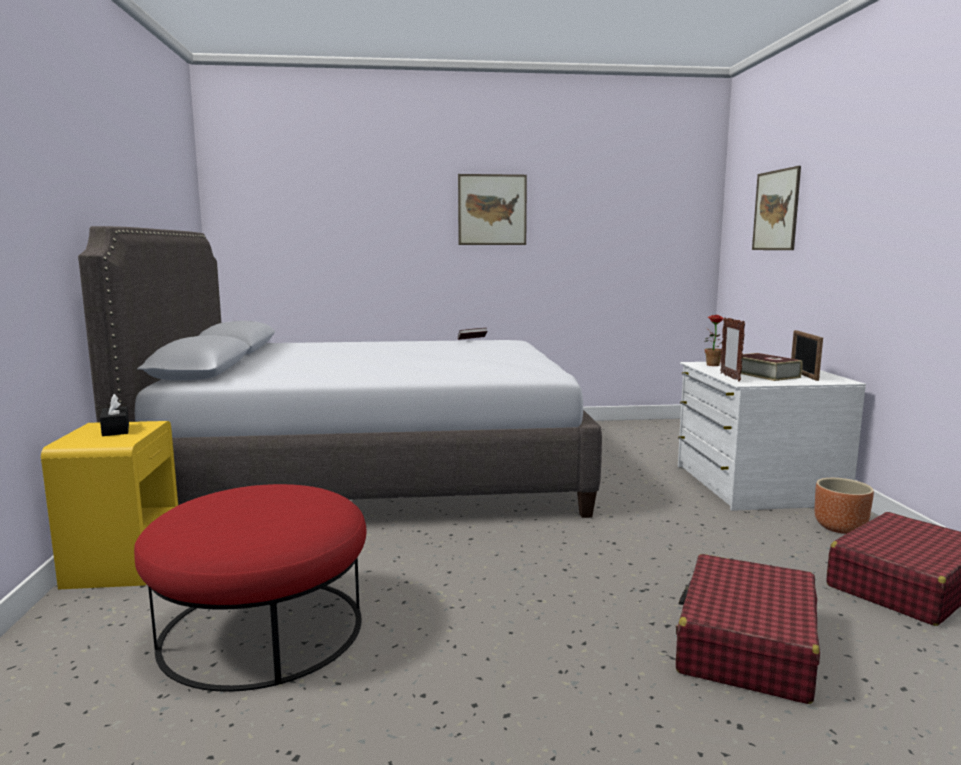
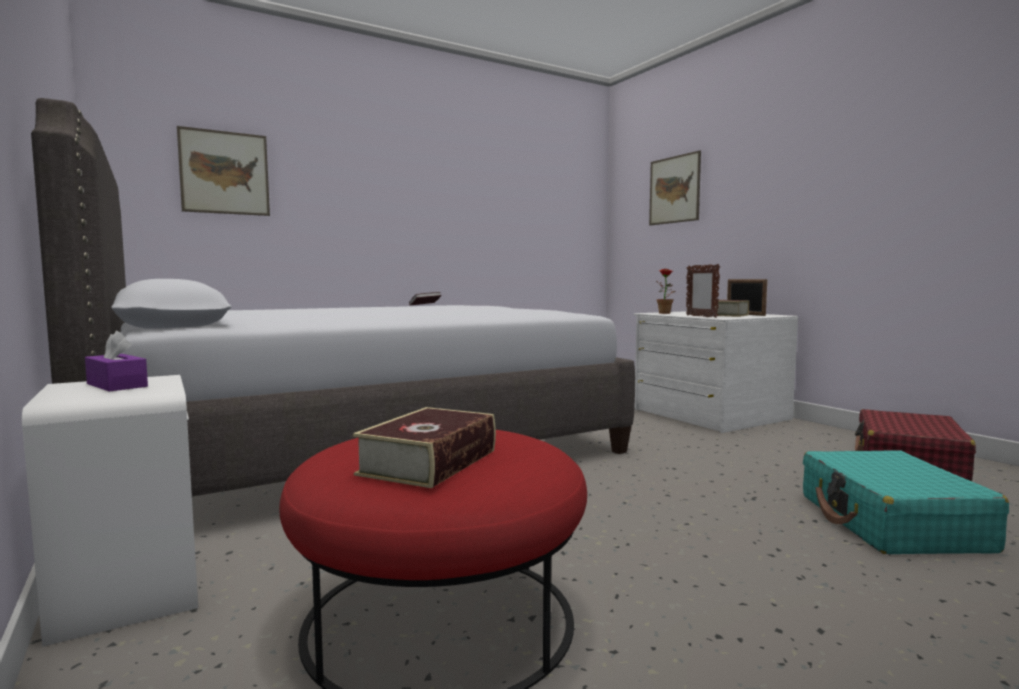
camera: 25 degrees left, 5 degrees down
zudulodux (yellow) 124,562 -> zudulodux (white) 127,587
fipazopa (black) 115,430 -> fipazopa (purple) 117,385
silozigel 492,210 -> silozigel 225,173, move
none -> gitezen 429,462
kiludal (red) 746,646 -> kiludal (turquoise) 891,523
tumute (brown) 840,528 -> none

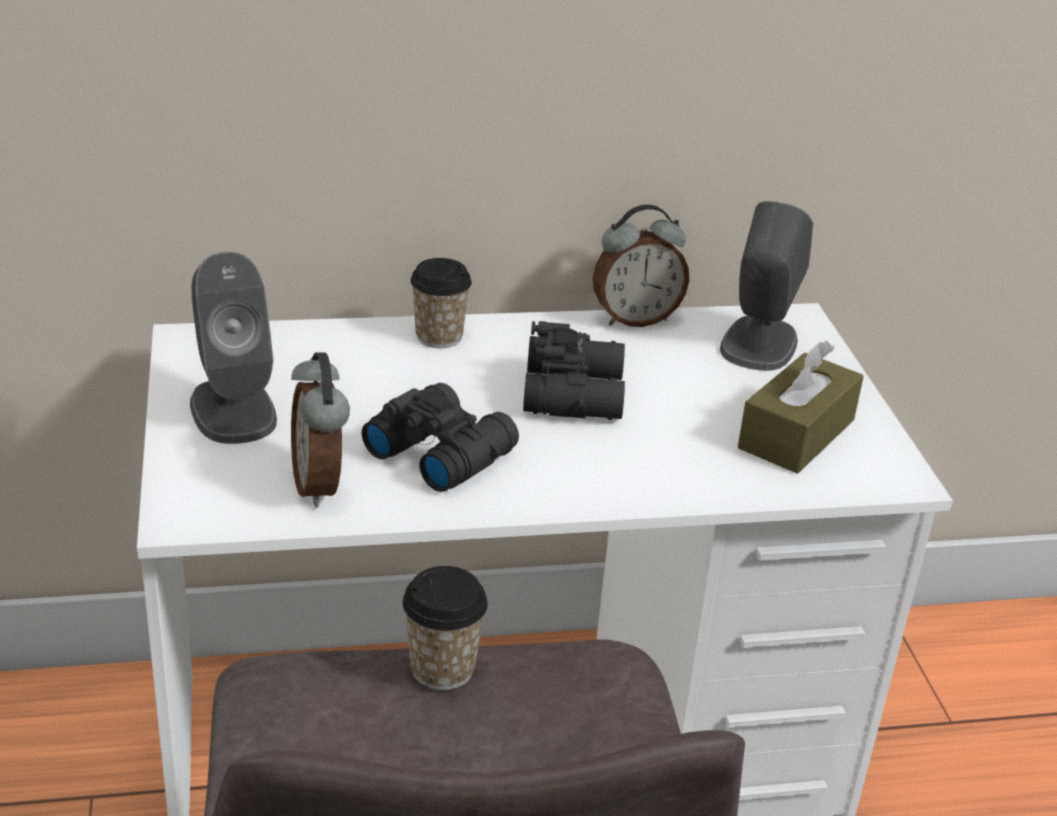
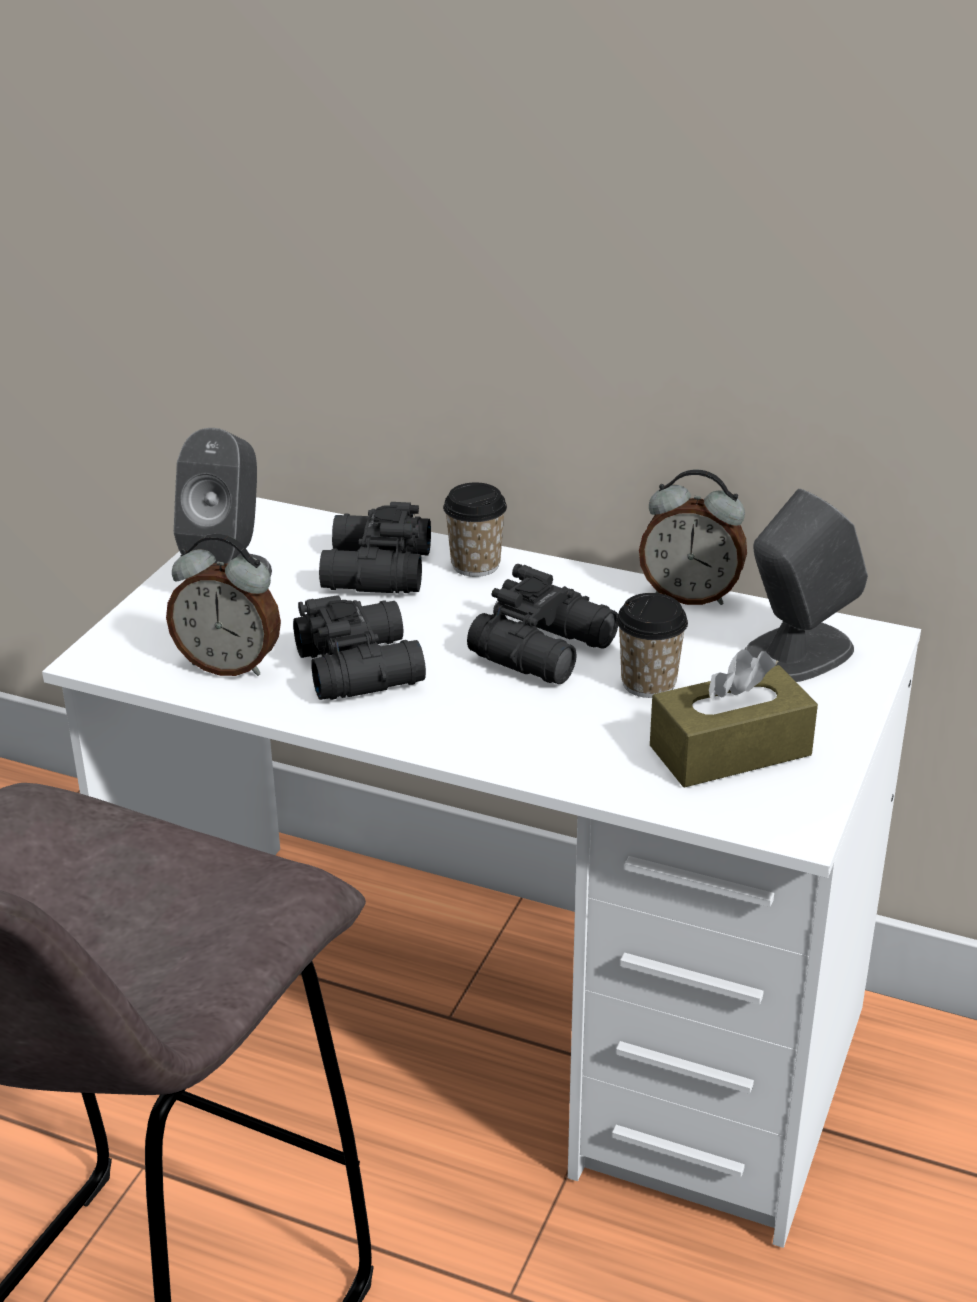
camera: 35 degrees right, 0 degrees up
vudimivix 320,485 -> vudimivix 230,665, 90 degrees counterclockwise
none -> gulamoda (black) 373,571
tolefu 442,668 -> tolefu 648,683, move

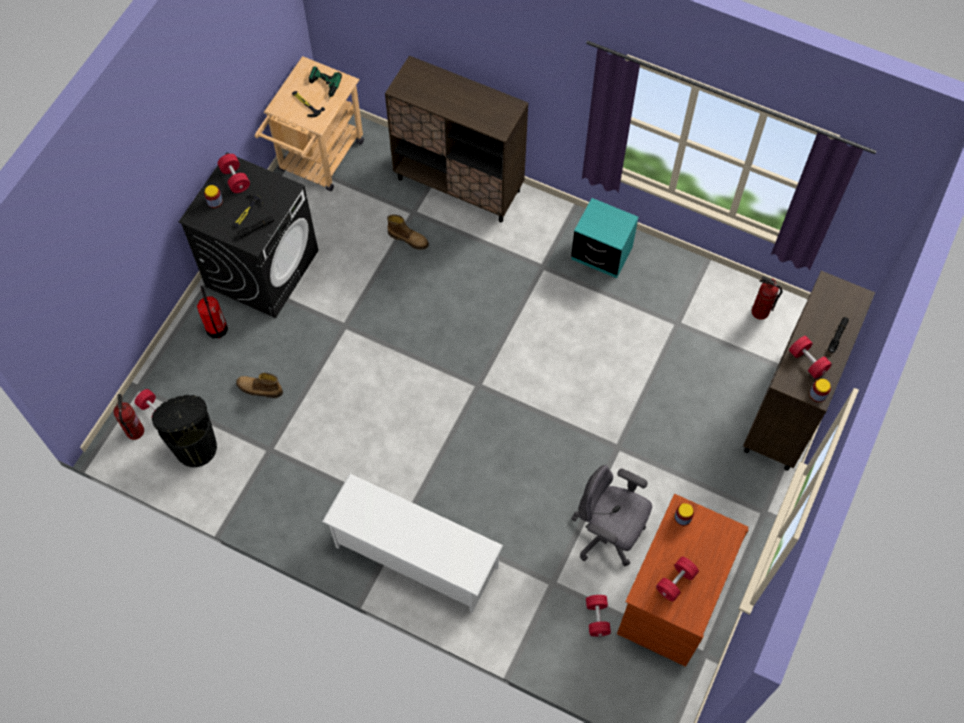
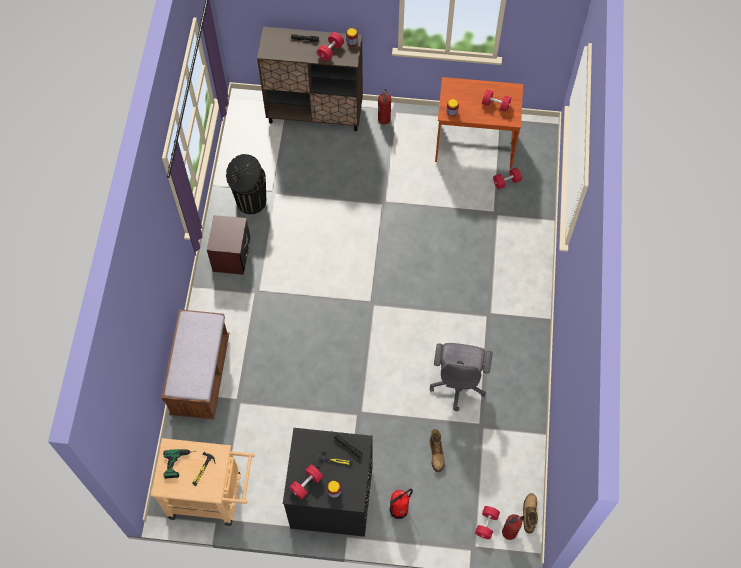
camera: 110 degrees left, 0 degrees up
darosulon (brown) 459,185 -> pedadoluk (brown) 200,375
zudulodux (turquoise) 601,254 -> zudulodux (brown) 231,256
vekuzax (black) 195,446 -> vekuzax (black) 250,202, move
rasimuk 759,312 -> rasimuk 384,119, move
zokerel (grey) 608,534 -> zokerel (grey) 458,383, move
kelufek 408,238 -> kelufek 529,513, move
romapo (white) 415,557 -> none

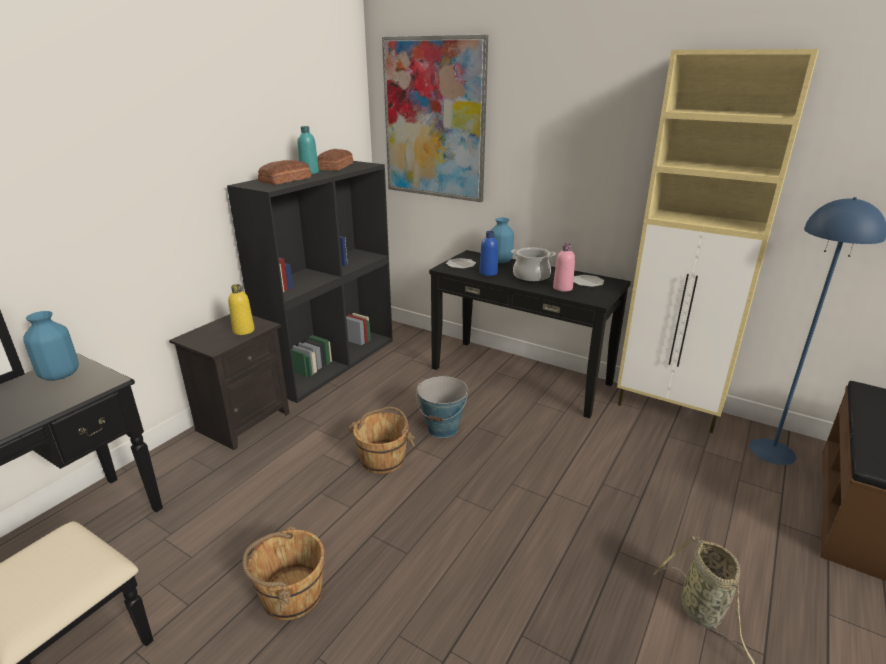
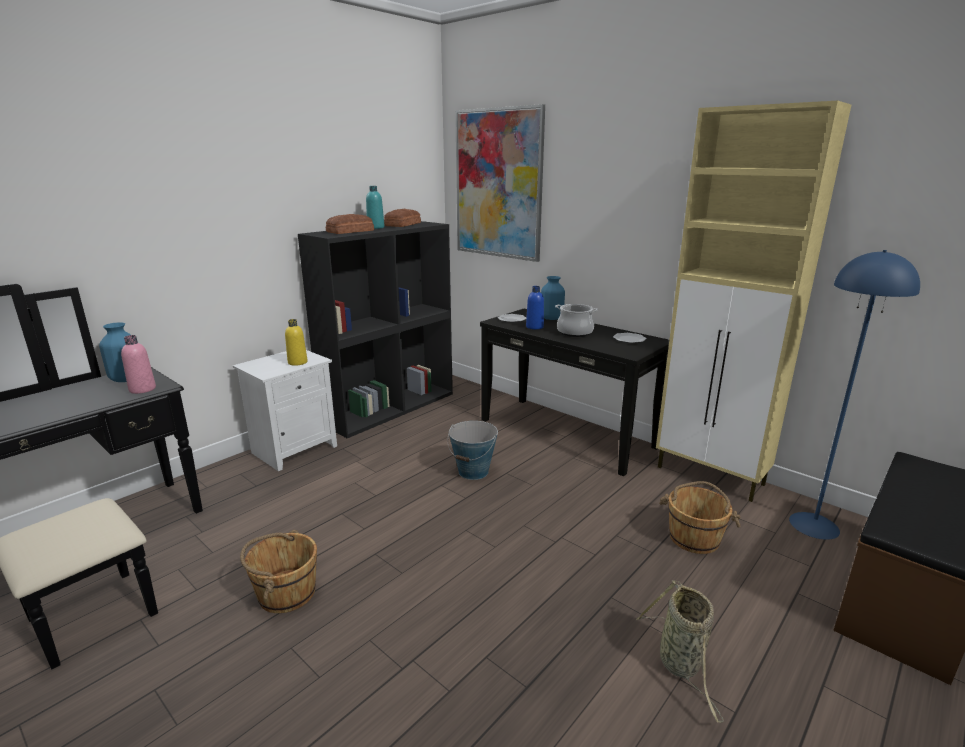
camera: 10 degrees right, 5 degrees down
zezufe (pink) 562,288 -> zezufe (pink) 142,389, move
zudulodux (black) 243,421 -> zudulodux (white) 295,448
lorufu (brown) 383,458 -> lorufu (brown) 694,537, move

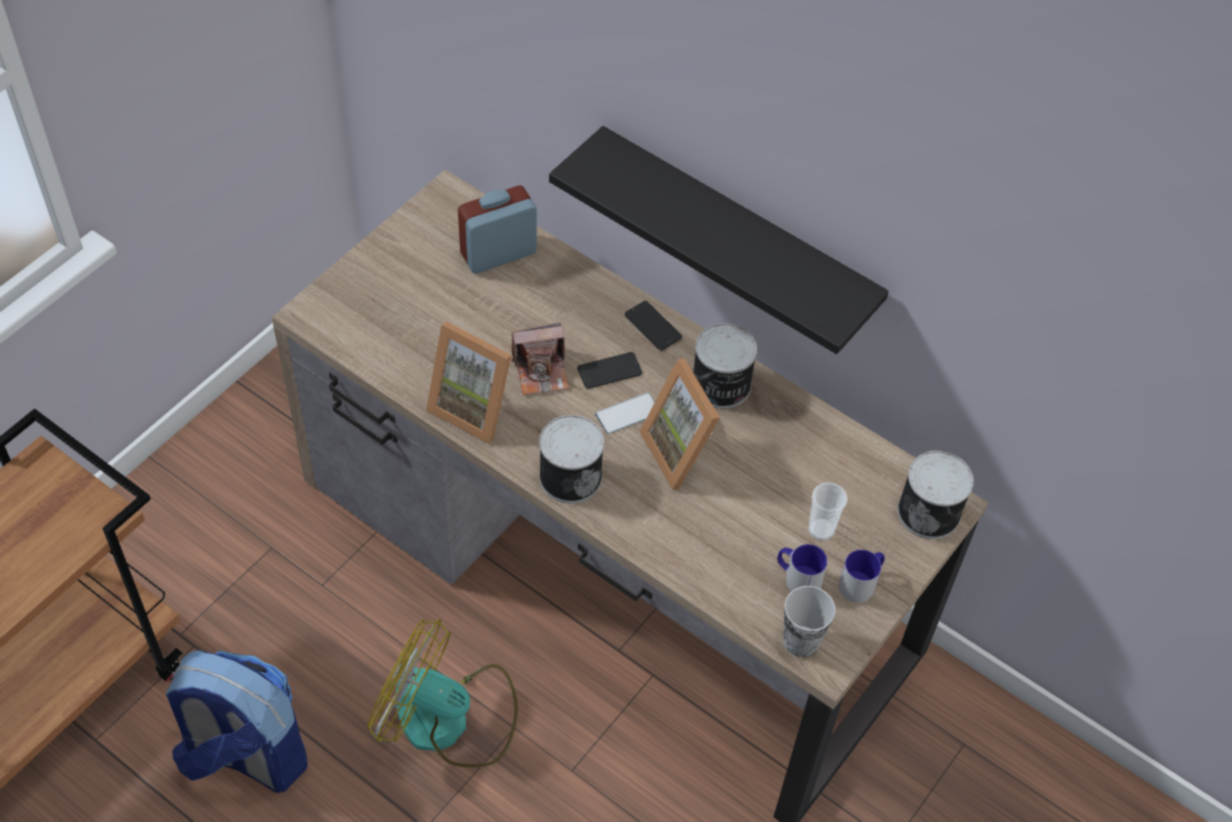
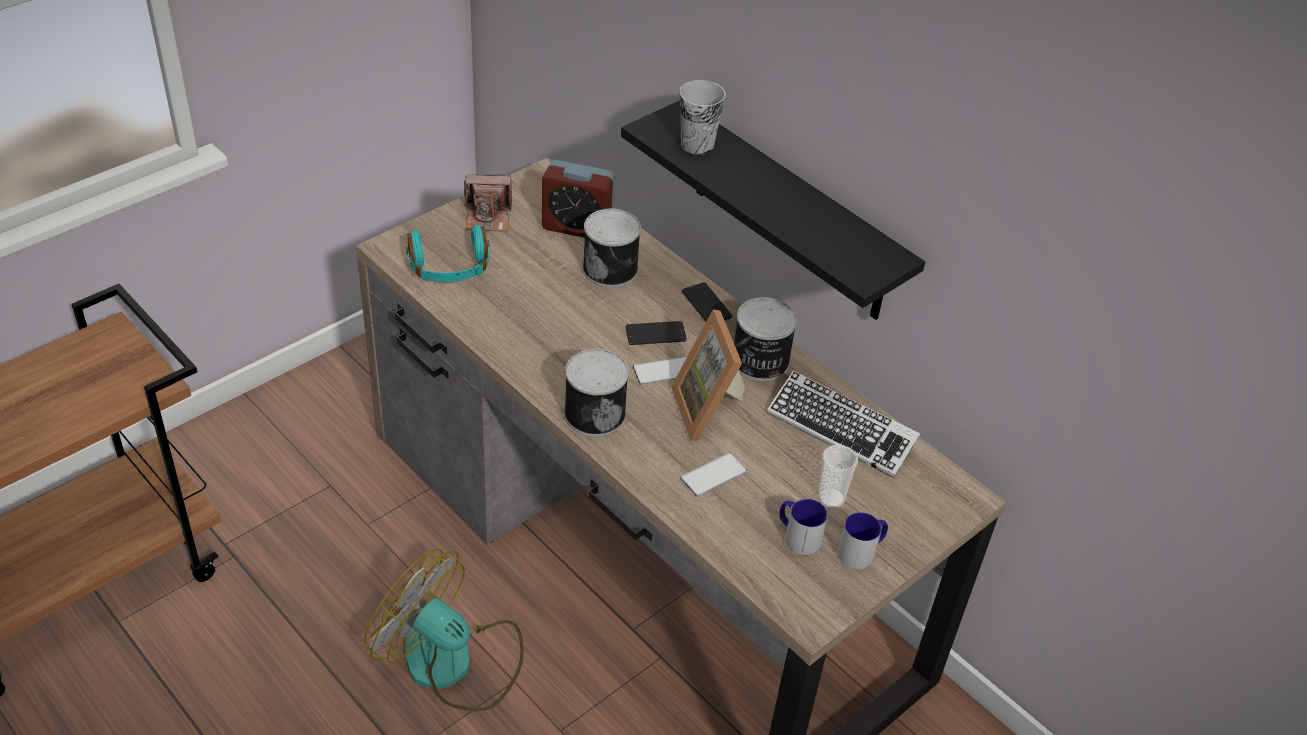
camera: 10 degrees right, 10 degrees down
none -> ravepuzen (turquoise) 450,269
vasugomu 541,371 -> vasugomu 488,216, move
vudimivix 498,253 -> vudimivix 577,227, 150 degrees counterclockwise
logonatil 930,511 -> logonatil 611,269, move
tolefu 801,641 -> tolefu 697,145, move
none -> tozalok 713,475
none -> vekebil 841,430
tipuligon 245,755 -> none
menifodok 475,407 -> none

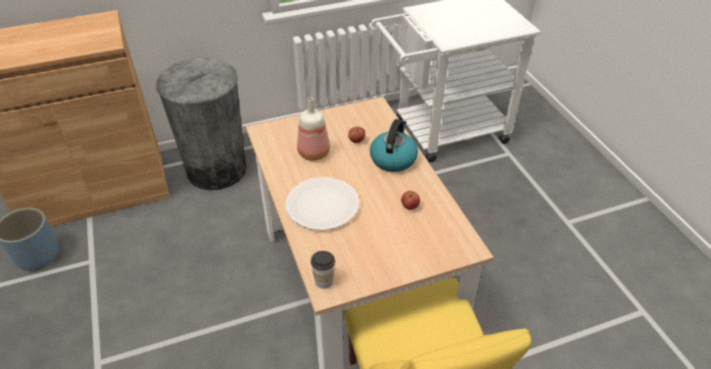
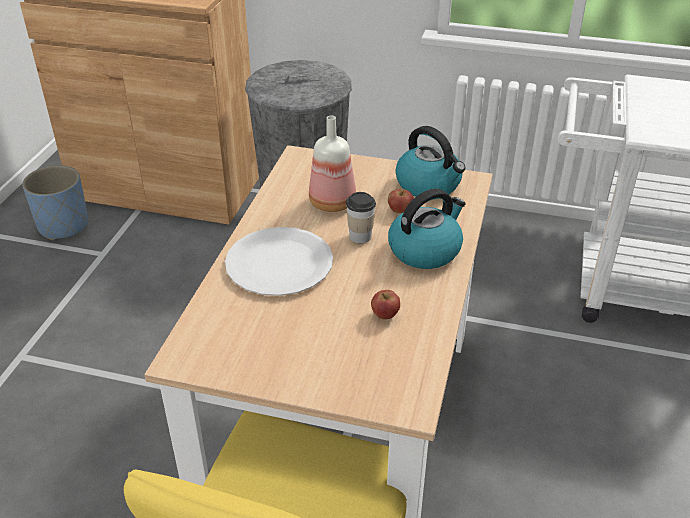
camera: 35 degrees right, 5 degrees down
tolefu 324,281 -> tolefu 360,236, move
none -> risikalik 429,185

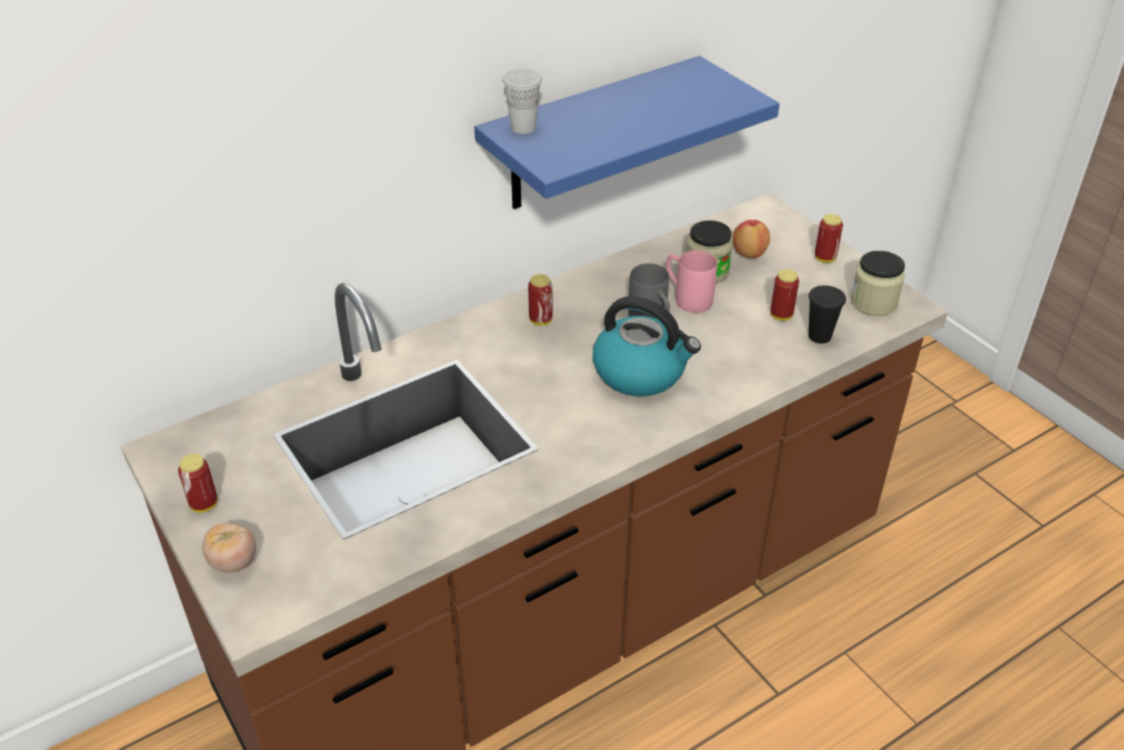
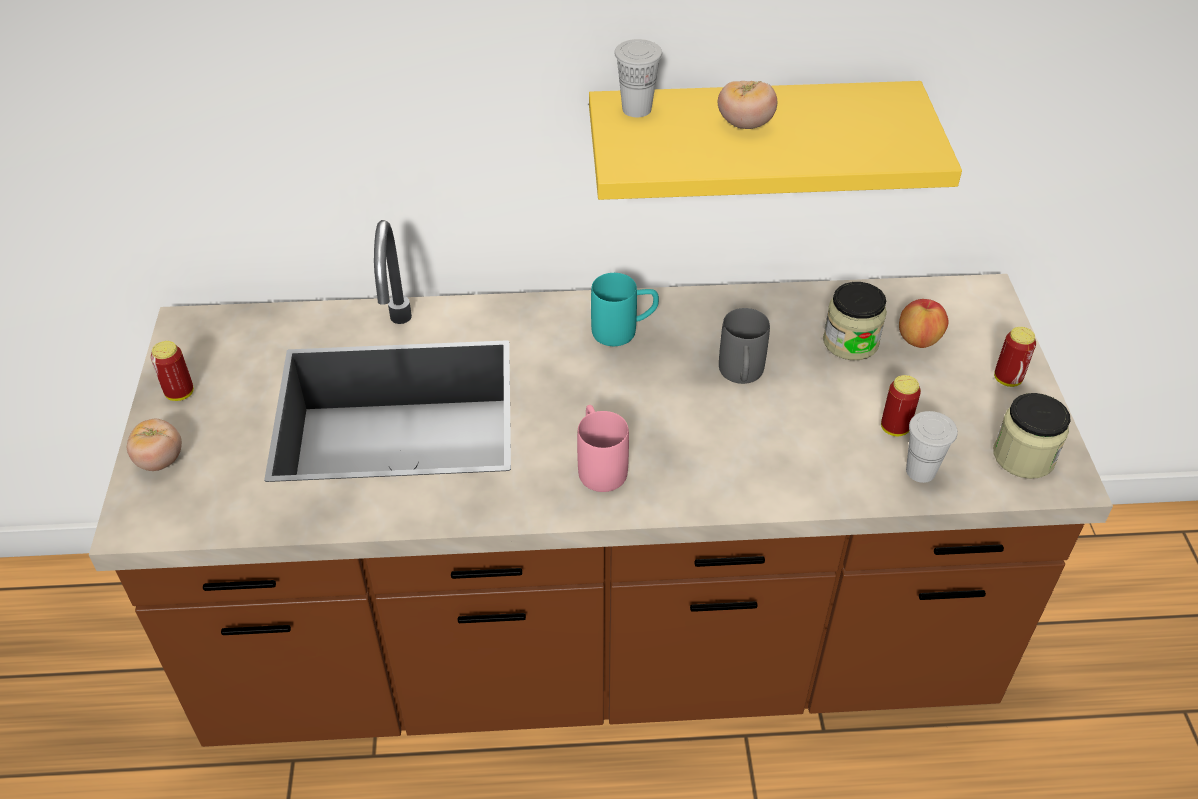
camera: 30 degrees right, 5 degrees up
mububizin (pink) 686,298 -> mububizin (pink) 599,464, move
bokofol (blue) 591,135 -> bokofol (yellow) 750,140
logonatil 540,320 -> mububizin (turquoise) 624,330
none -> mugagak 745,124
tolefu (black) 819,336 -> tolefu (white) 920,471
risikalik 641,372 -> none

